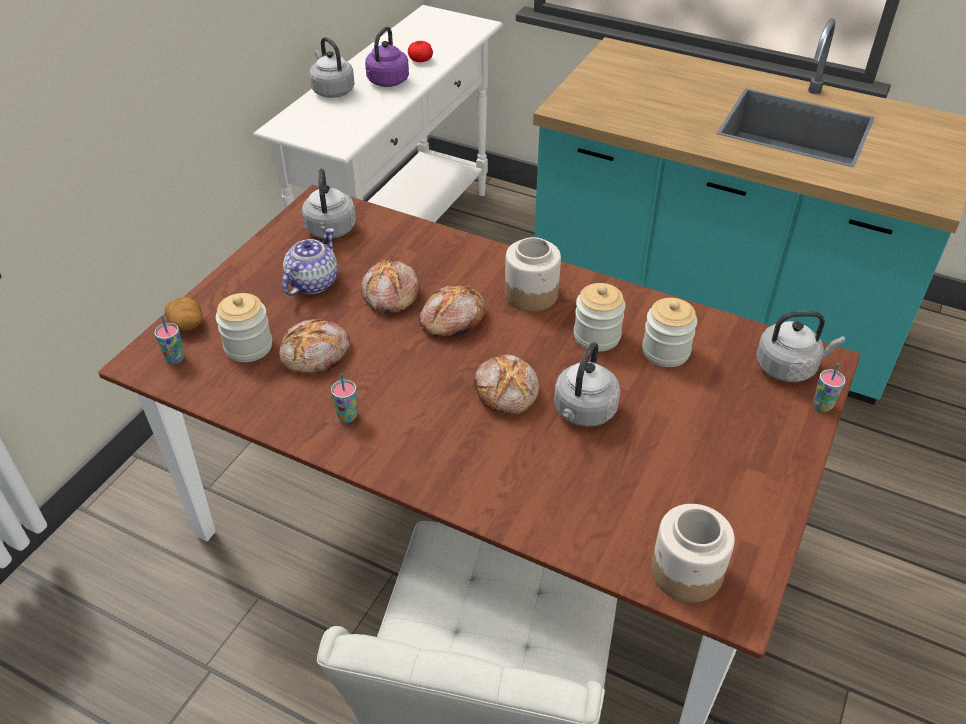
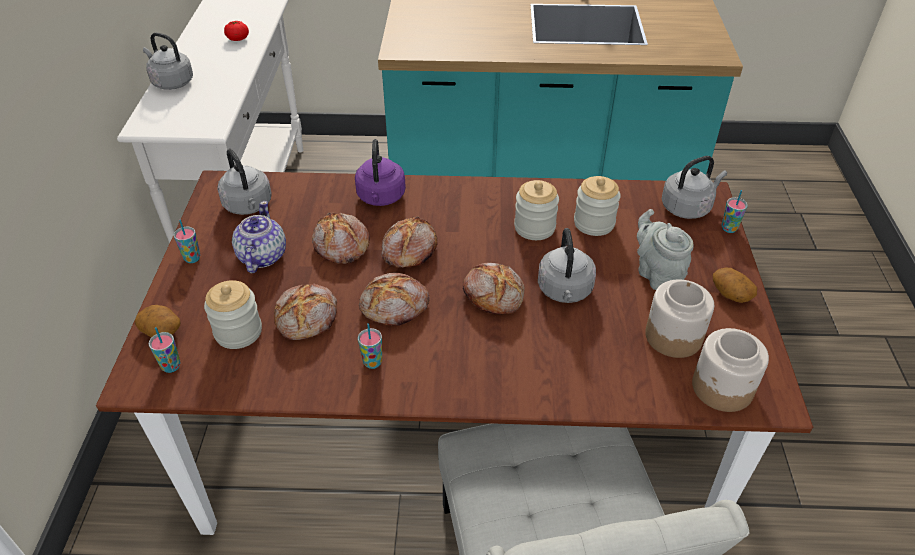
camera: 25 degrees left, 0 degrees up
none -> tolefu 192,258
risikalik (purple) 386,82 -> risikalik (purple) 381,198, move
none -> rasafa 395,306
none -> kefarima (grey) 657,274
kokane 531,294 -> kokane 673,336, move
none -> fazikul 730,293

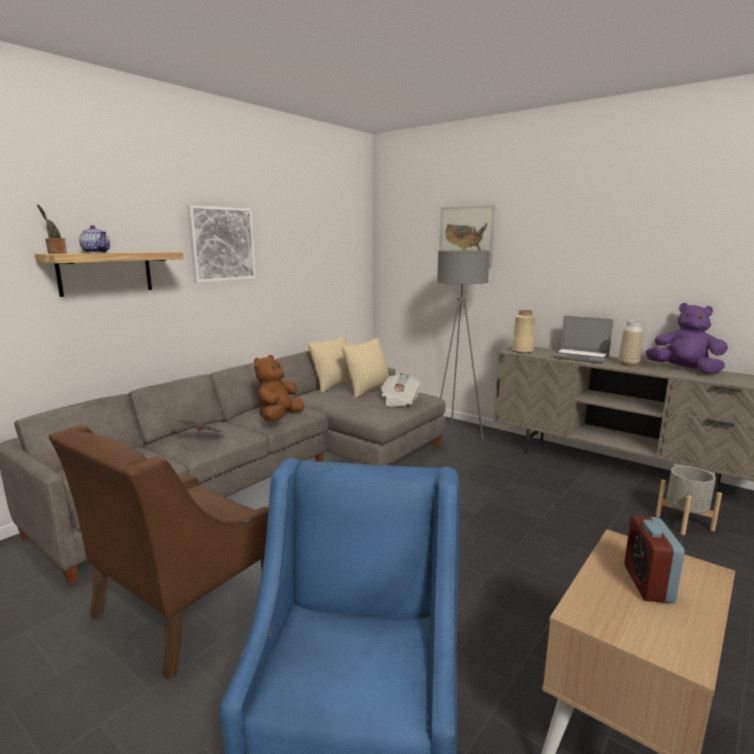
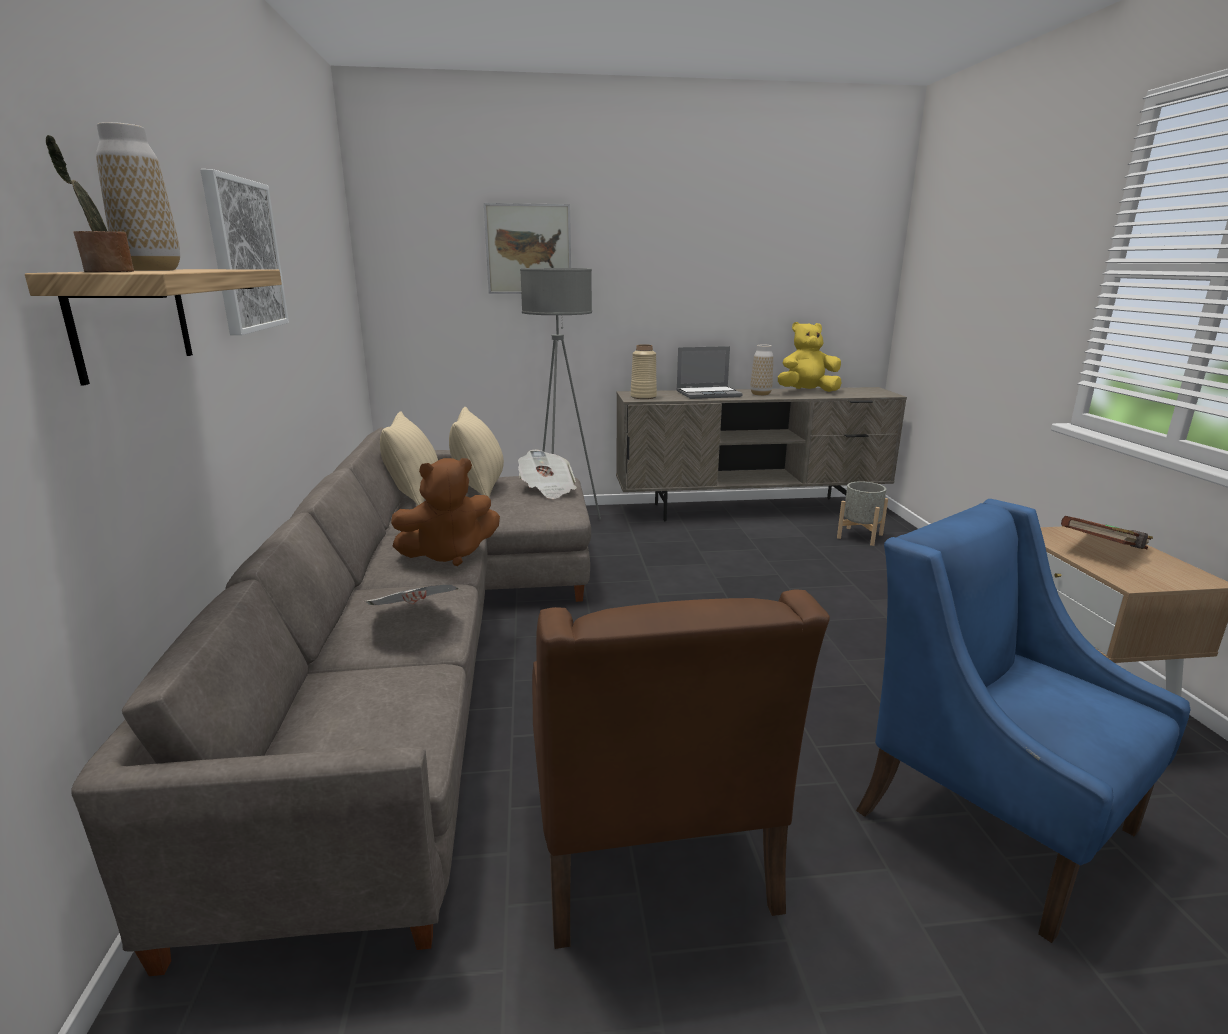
camera: 45 degrees left, 5 degrees up
kefarima 96,252 -> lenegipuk 151,270
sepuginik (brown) 279,418 -> sepuginik (brown) 449,554, 90 degrees counterclockwise
sepuginik (purple) 684,370 -> sepuginik (yellow) 806,391
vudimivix 648,583 -> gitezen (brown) 1104,550

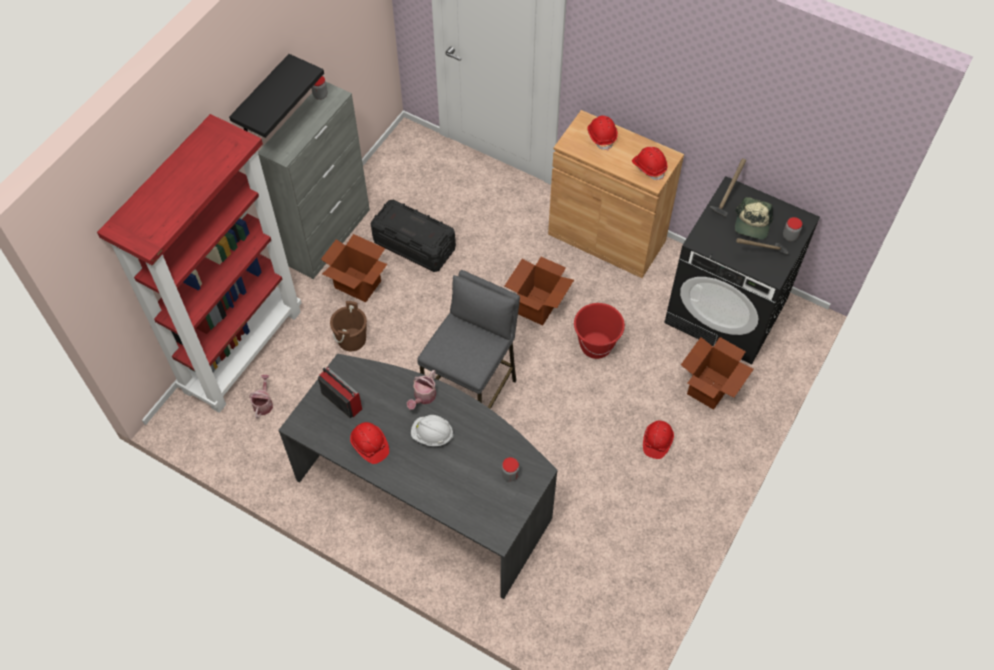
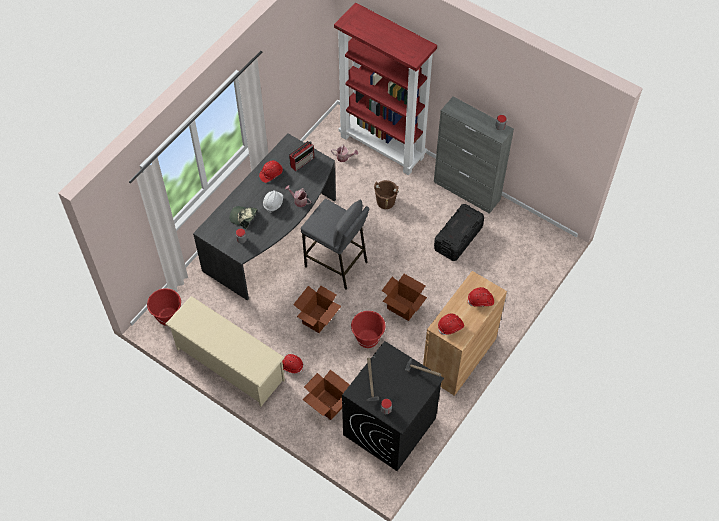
camera: 95 degrees right, 0 degrees up
none -> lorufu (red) 168,316
none -> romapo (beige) 229,364
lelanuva 752,224 -> lelanuva 243,217, move
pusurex 358,284 -> pusurex 317,319, move
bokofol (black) 262,97 -> none

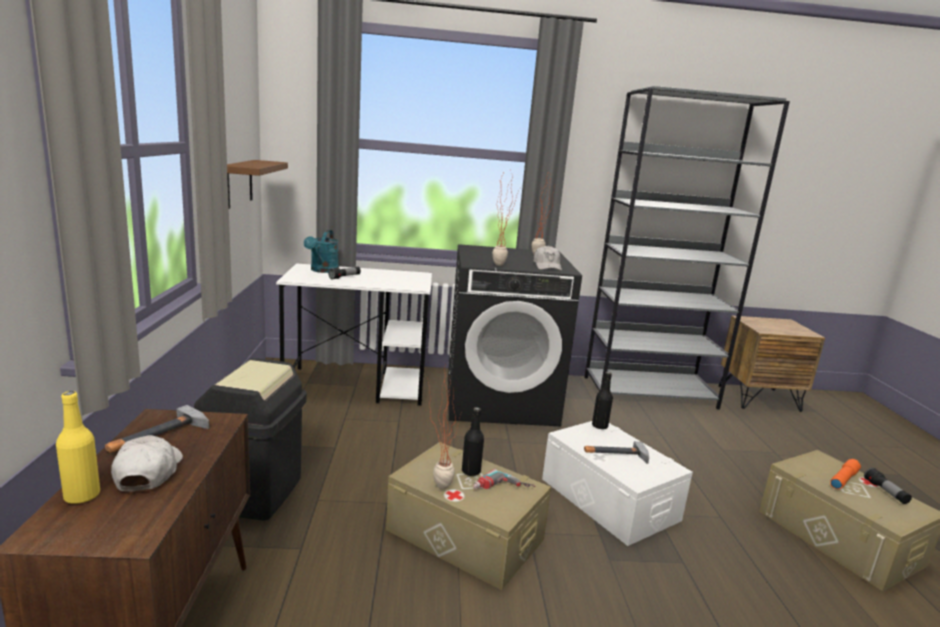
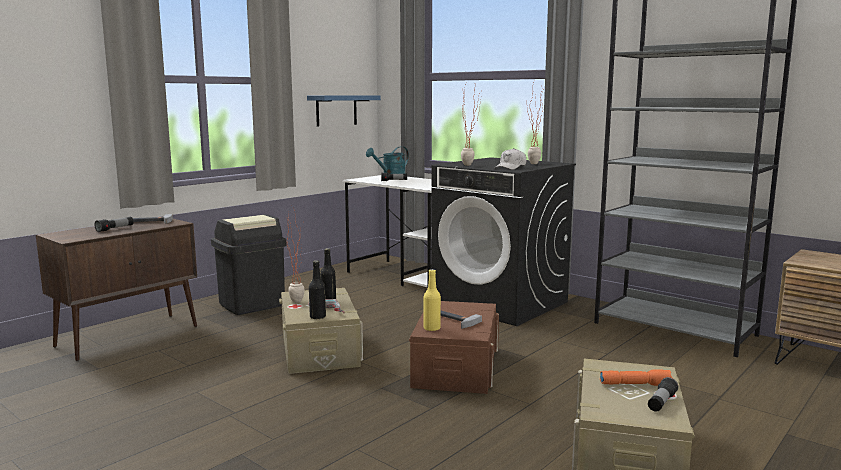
camera: 45 degrees right, 5 degrees down
lelanuva (white) 148,472 -> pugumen 115,229
bokofol (brown) 239,183 -> bokofol (blue) 336,110
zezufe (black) 599,426 -> zezufe (black) 317,317, move
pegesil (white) 608,499 -> pegesil (brown) 455,367
zezufe (yellow) 82,496 -> zezufe (yellow) 432,328, move

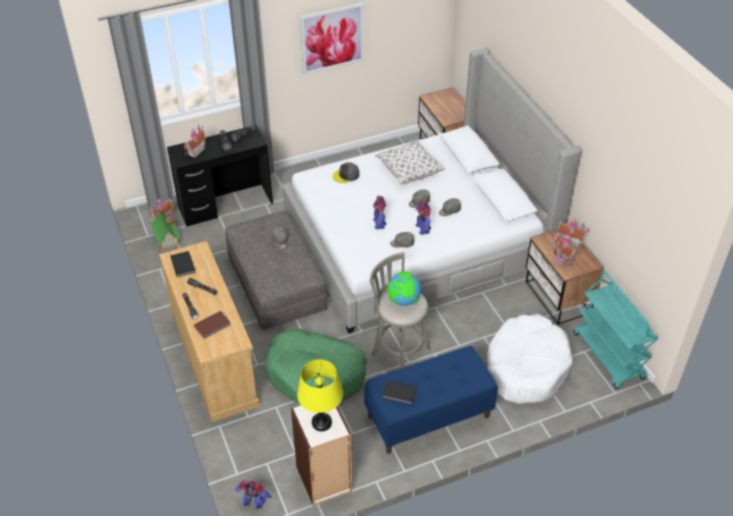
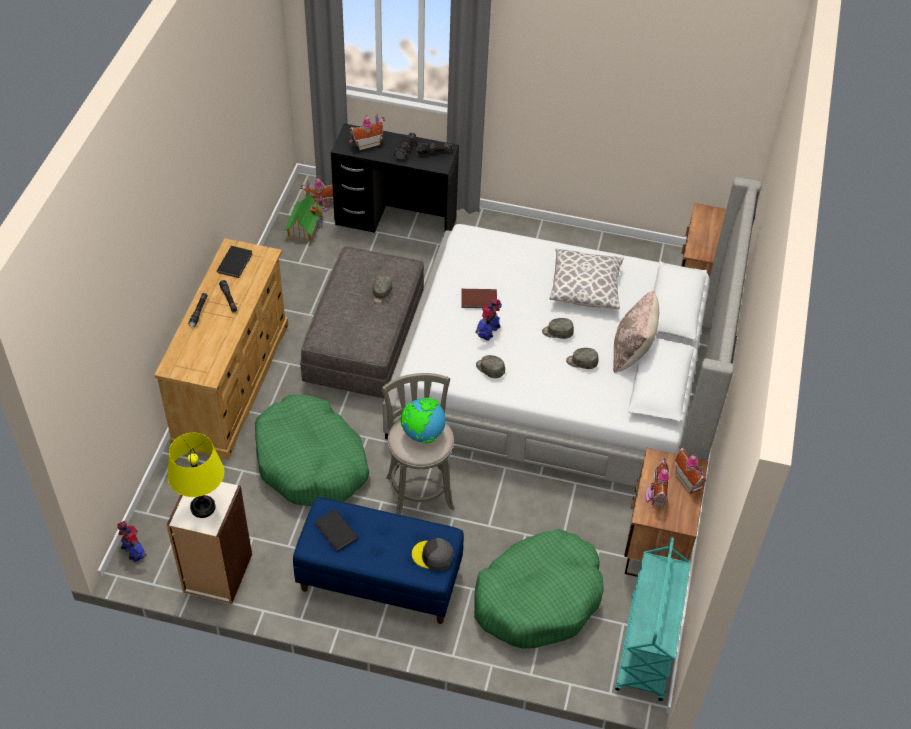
camera: 35 degrees right, 5 degrees up
lelanuva (grey) 346,175 -> lelanuva (grey) 433,556, move
gitezen (brown) 213,326 -> gitezen (brown) 479,300, move
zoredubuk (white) 526,367 -> zoredubuk (green) 538,598
none -> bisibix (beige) 632,352
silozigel 332,38 -> none
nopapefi 423,228 -> none

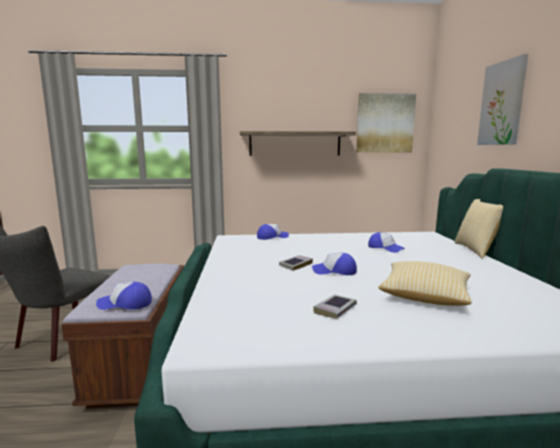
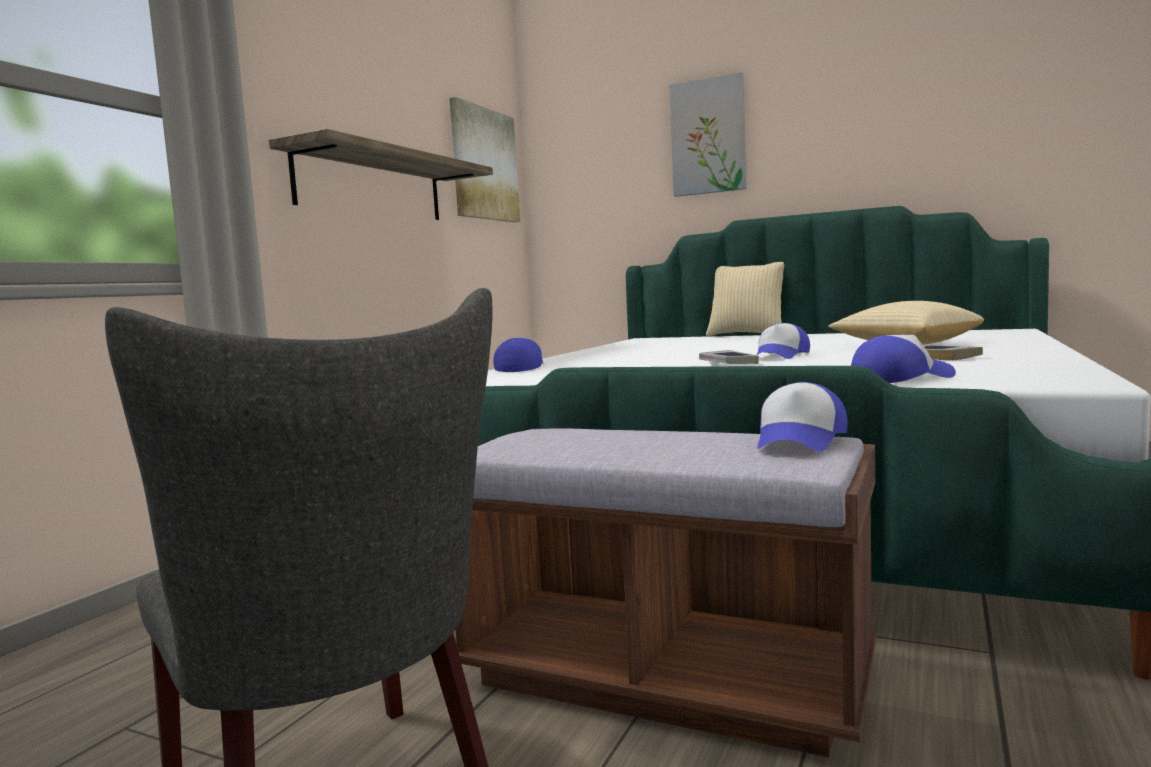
camera: 60 degrees left, 5 degrees down
lelanuva 385,248 -> lelanuva 900,379, move

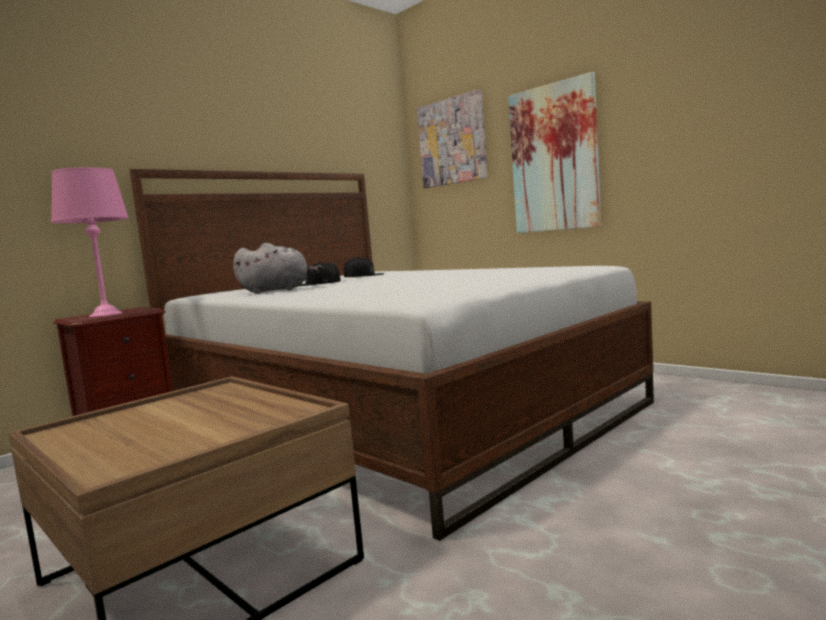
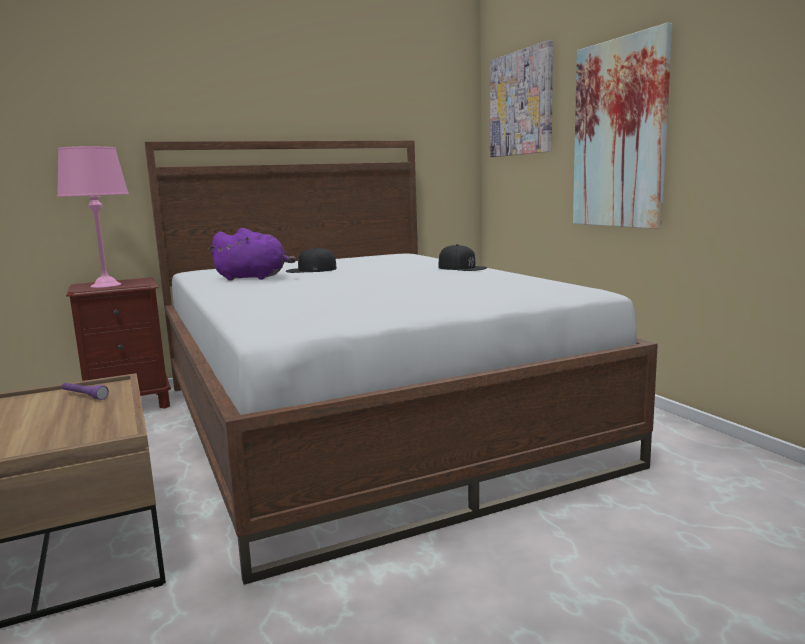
camera: 20 degrees right, 5 degrees up
none -> pugumen (purple) 84,396
sepuginik (grey) 278,290 -> sepuginik (purple) 254,278
lelanuva (black) 364,275 -> lelanuva (black) 462,267, move

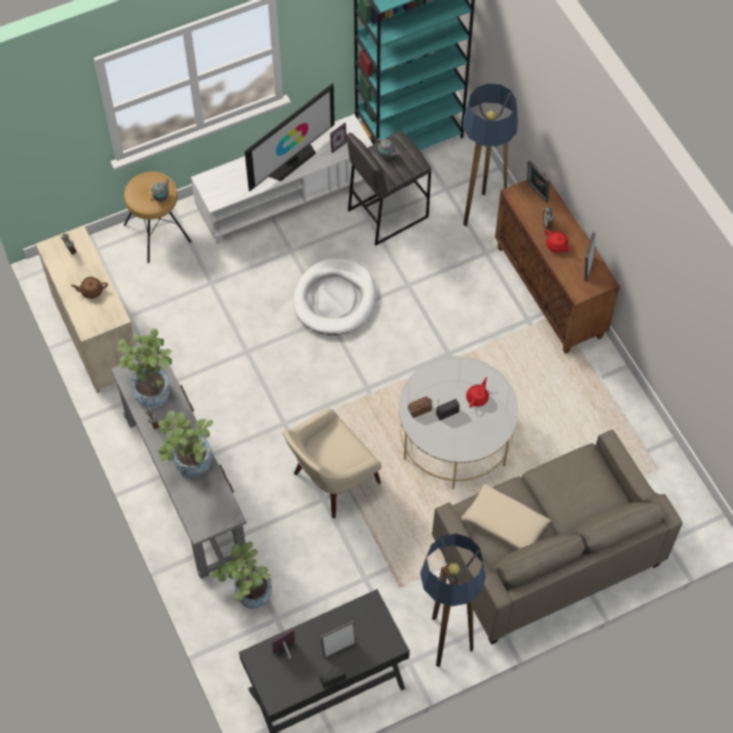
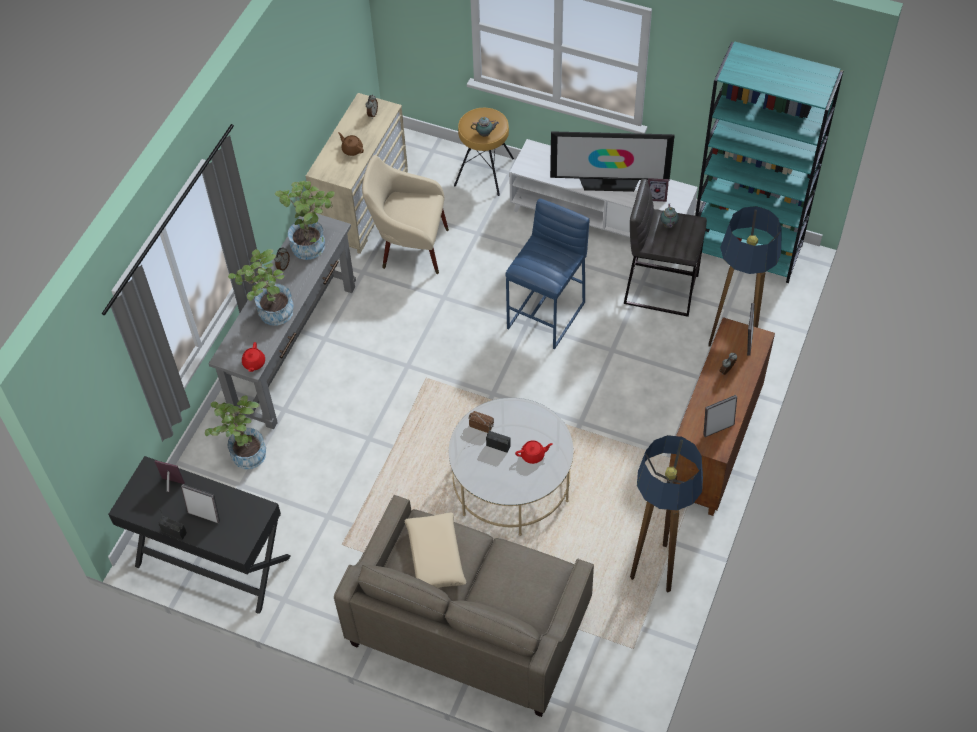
camera: 50 degrees right, 5 degrees down
kefarima (red) 557,246 -> kefarima (red) 254,363, move
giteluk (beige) 332,481 -> giteluk (beige) 409,247, move
zoredubuk (white) 335,299 -> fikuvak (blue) 547,315
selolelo 445,639 -> selolelo 656,566, move

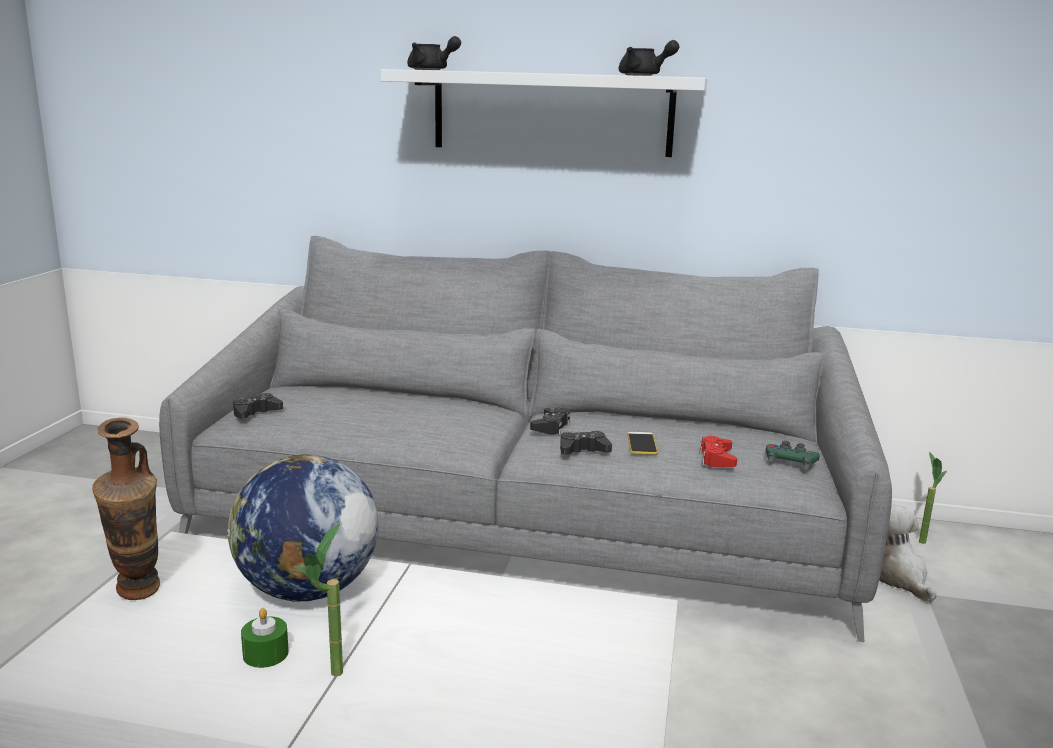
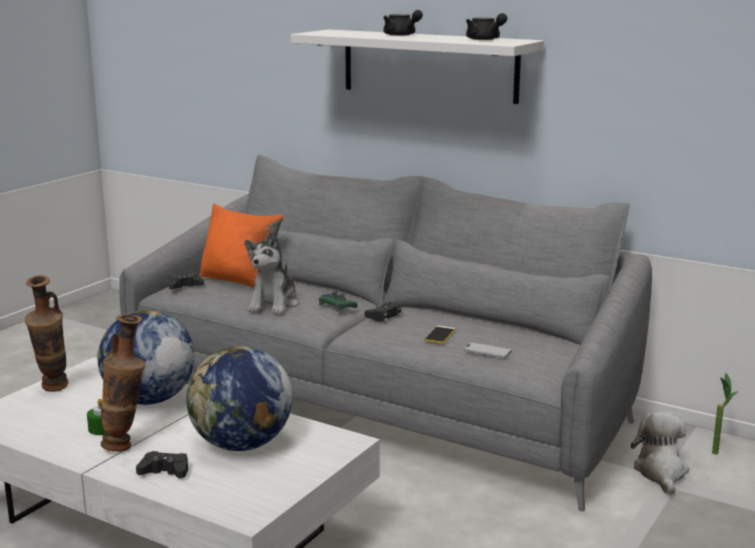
camera: 20 degrees right, 0 degrees up
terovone 328,679 -> lenegipuk 126,446
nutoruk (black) 583,450 -> nutoruk (black) 165,471, move
none -> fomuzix 241,445
none -> bisibix (orange) 240,281
none -> sepuginik 274,304
nutoruk (green) 790,461 -> nutoruk (green) 337,306, move
kefarima (black) 431,70 -> kefarima (black) 402,35, move
nutoruk (red) 717,458 -> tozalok 487,351

